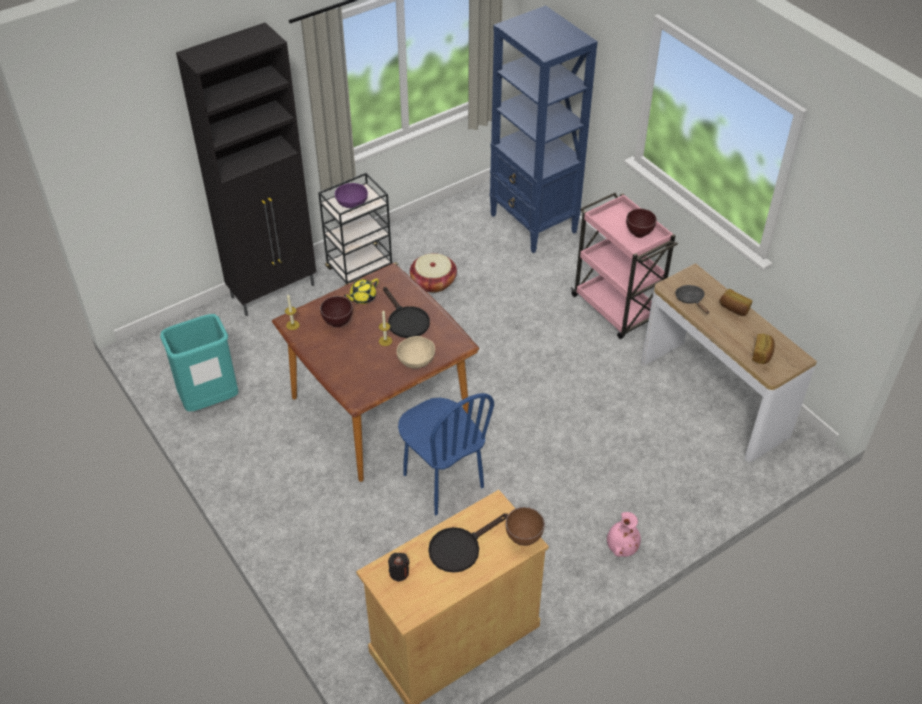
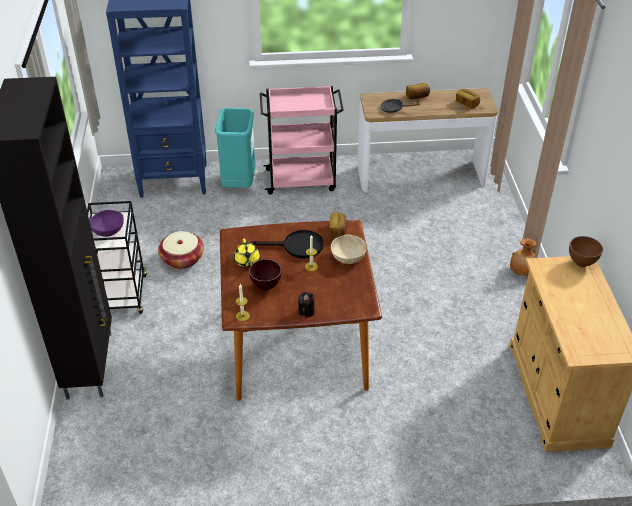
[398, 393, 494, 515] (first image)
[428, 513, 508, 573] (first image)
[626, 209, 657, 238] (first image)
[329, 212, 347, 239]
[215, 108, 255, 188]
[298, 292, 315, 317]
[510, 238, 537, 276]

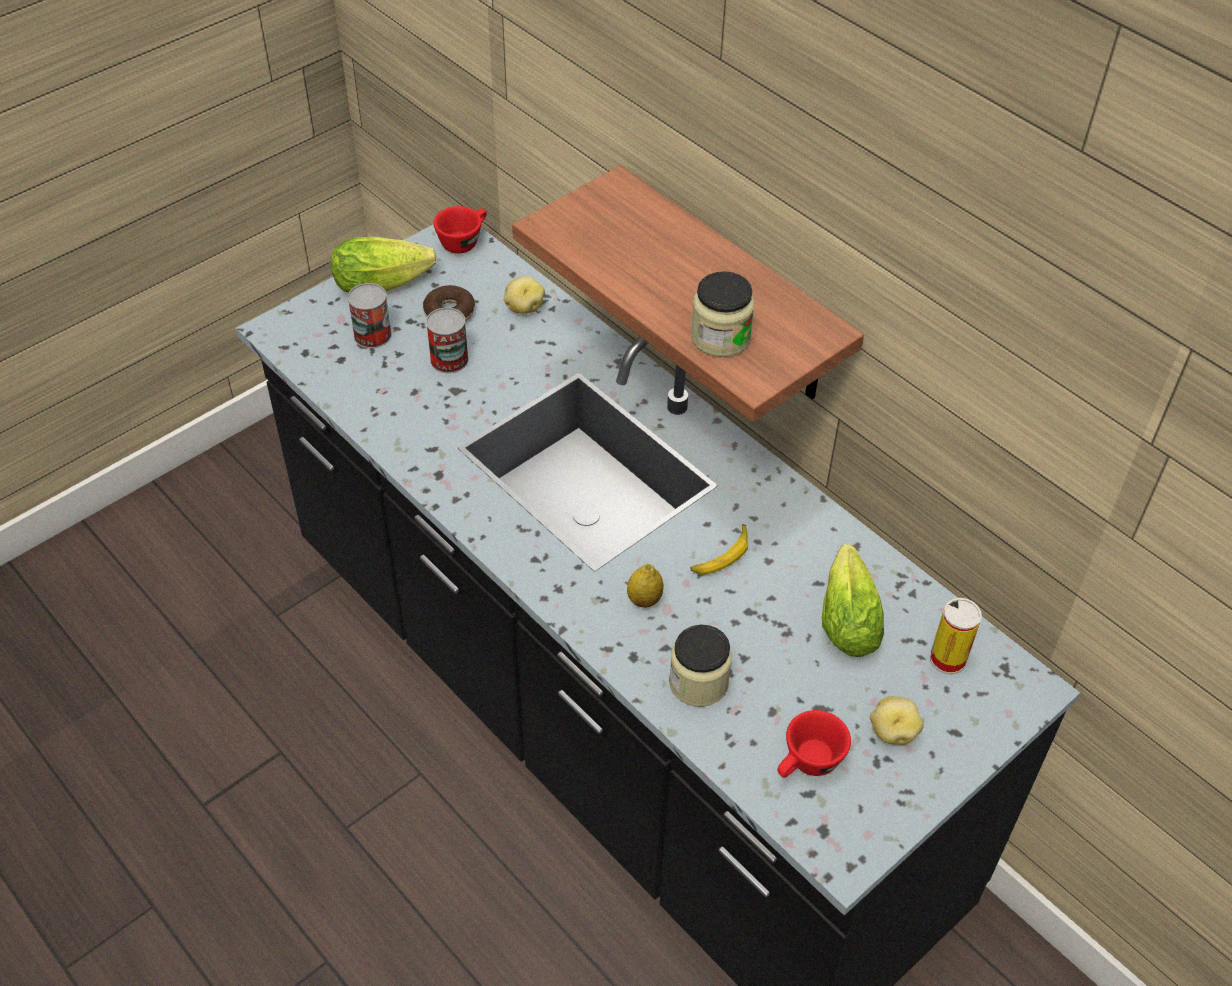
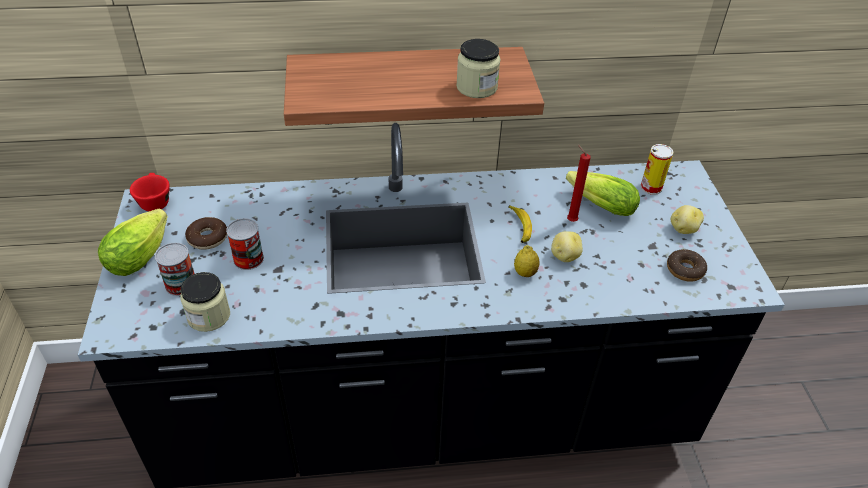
[567, 145, 591, 222]
[551, 231, 583, 262]
[180, 272, 230, 332]
[667, 249, 707, 282]

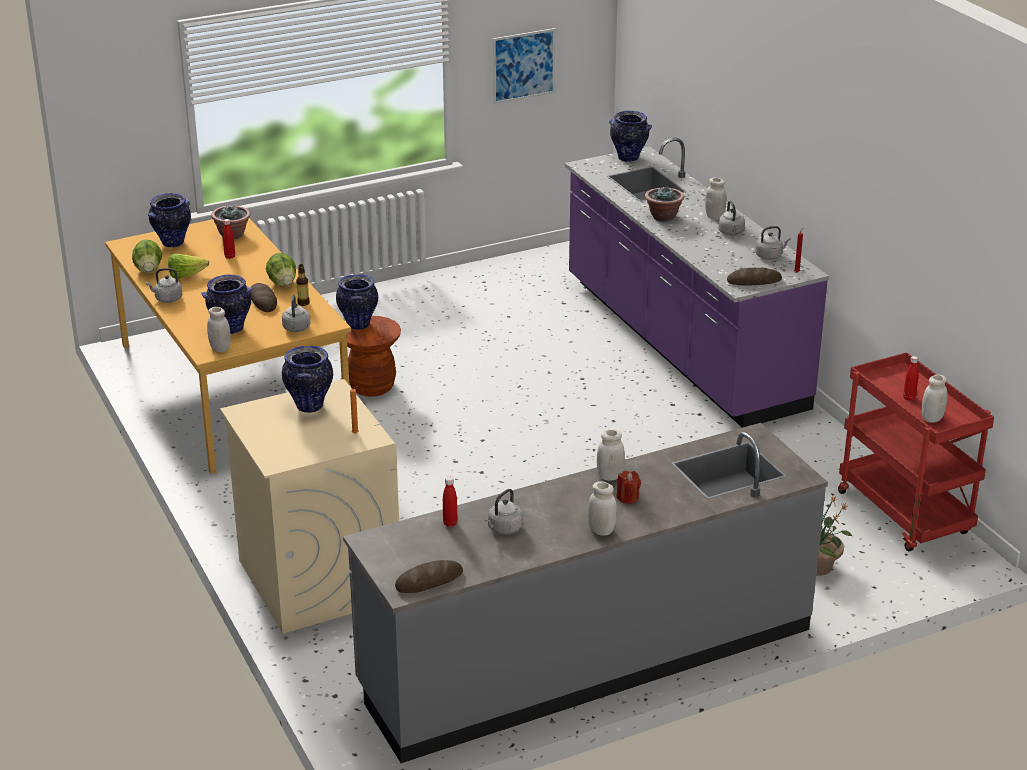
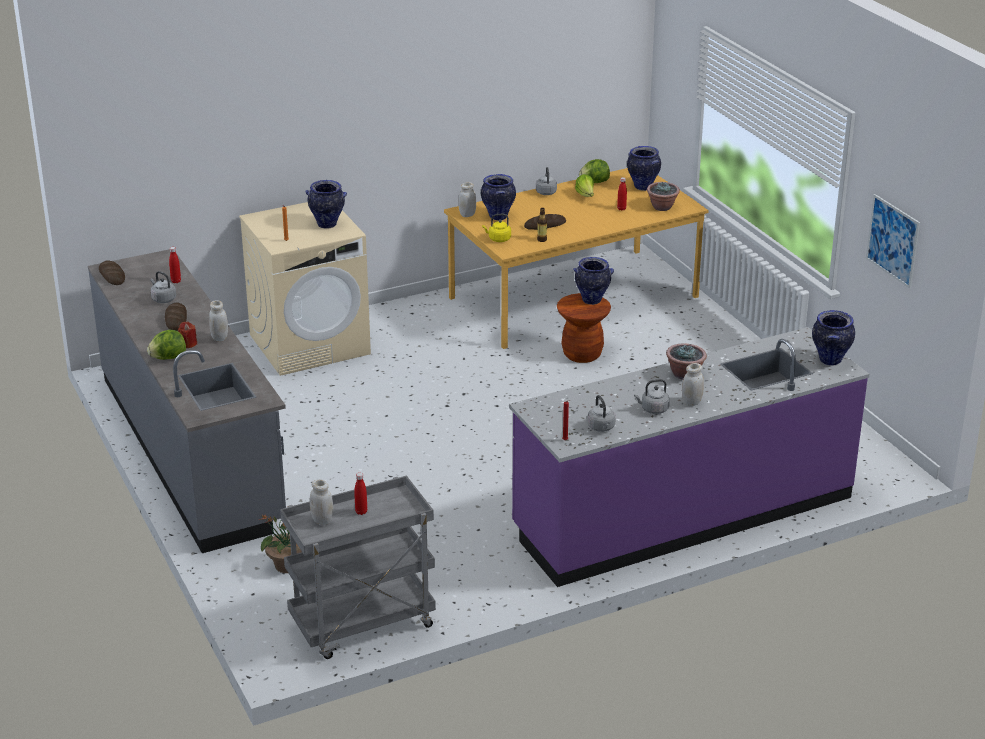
[588, 481, 617, 536] (first image)
[147, 330, 186, 360]
[165, 302, 187, 331]
[482, 214, 511, 242]
[280, 476, 436, 659]

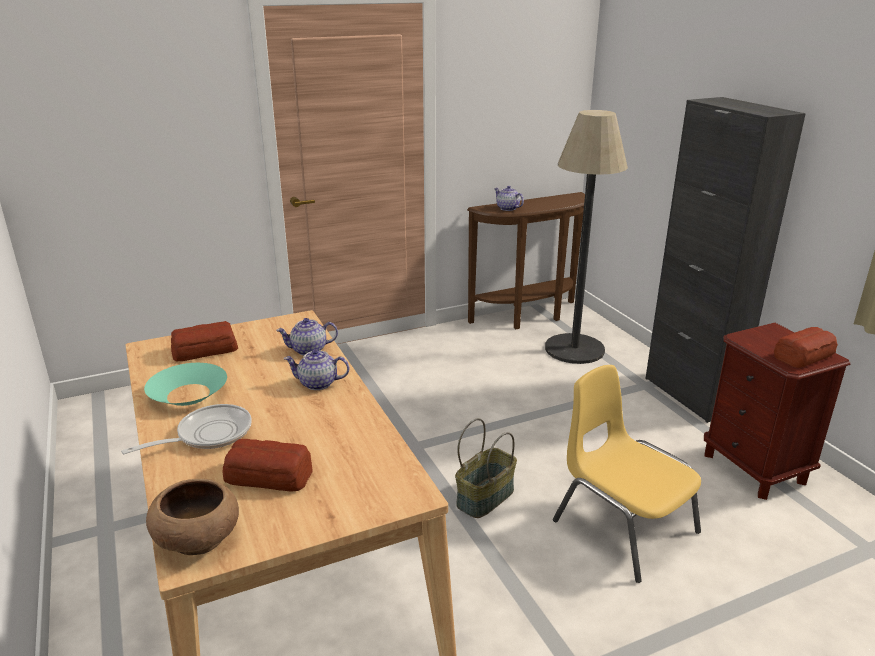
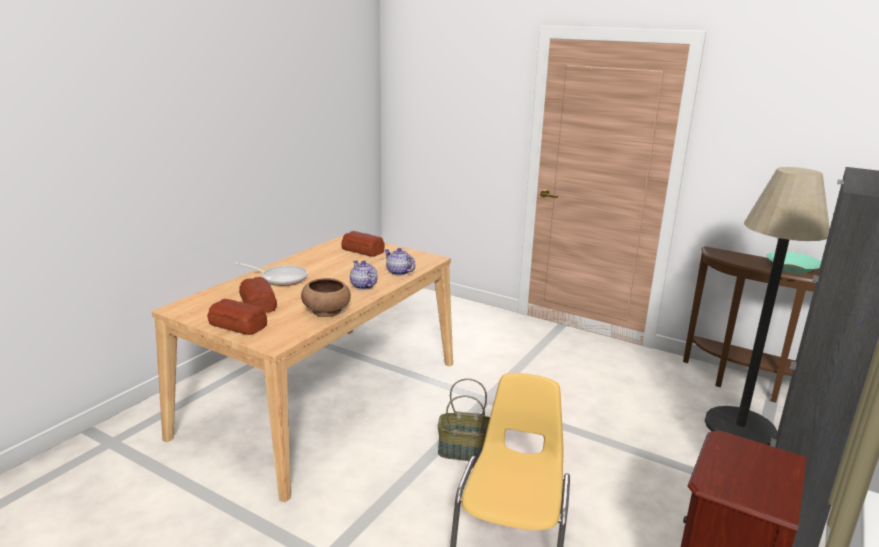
[494, 186, 524, 211] (first image)
[766, 252, 821, 274]
[301, 278, 351, 317]
[207, 299, 267, 335]

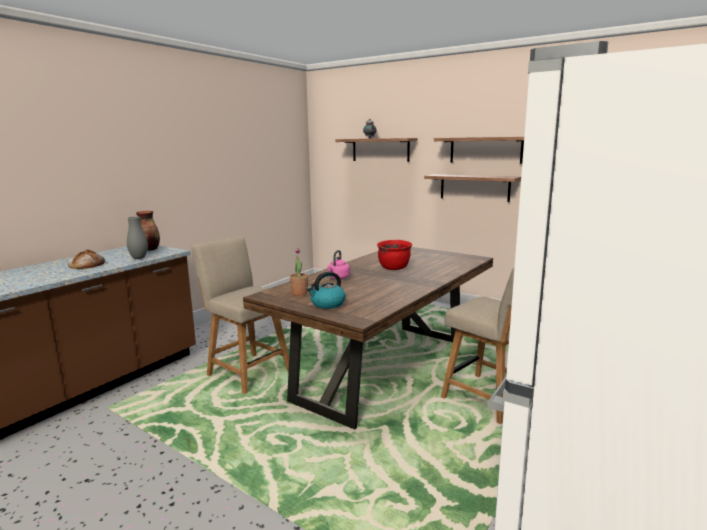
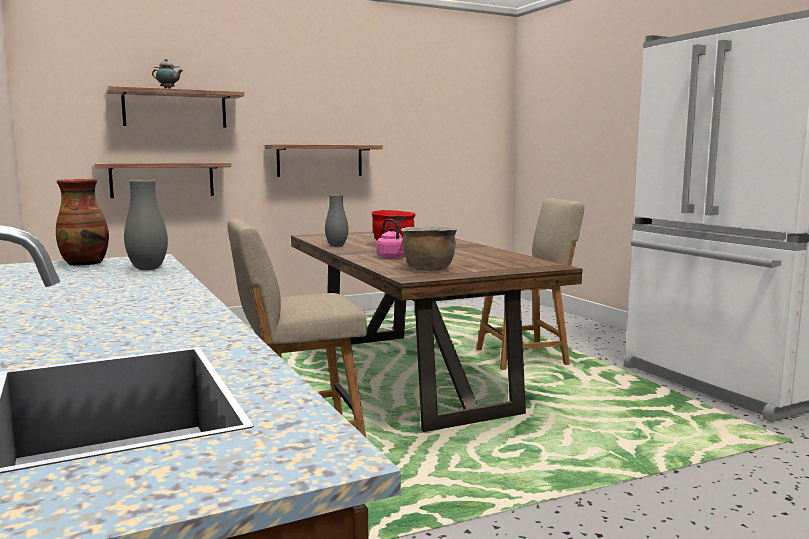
[68, 249, 105, 269] (first image)
[307, 272, 346, 309] (first image)
[325, 195, 348, 247]
[94, 163, 231, 198]
[401, 226, 457, 271]

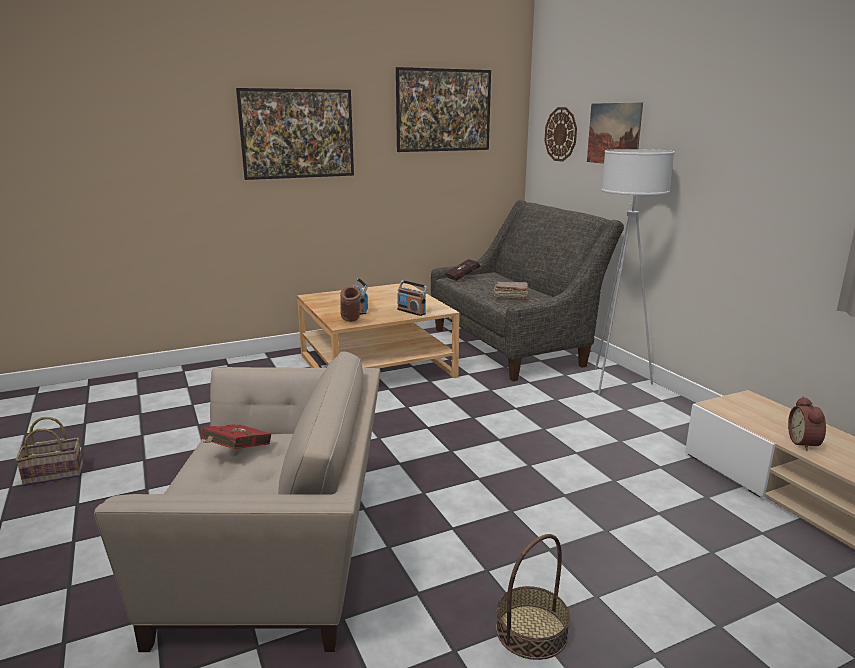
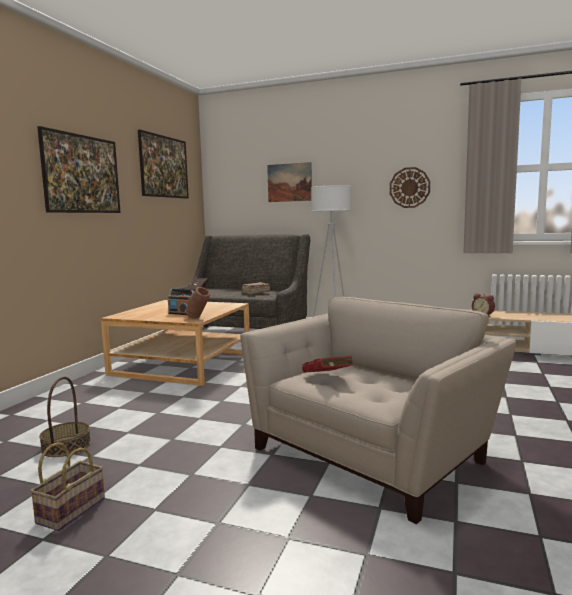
[397, 280, 428, 316] (first image)
[39, 377, 91, 457]
[390, 167, 430, 208]

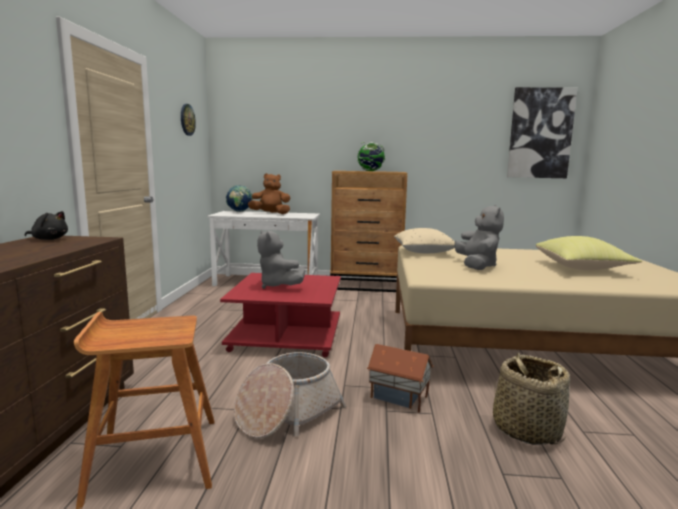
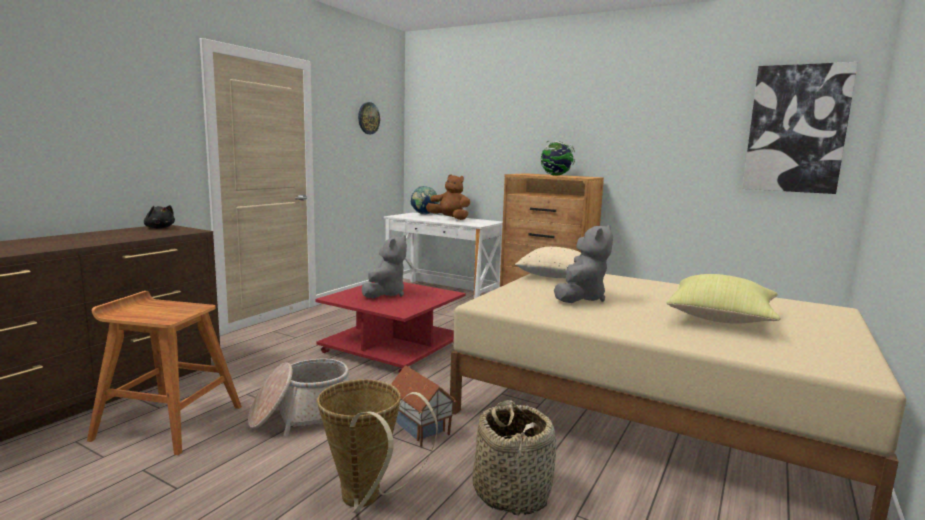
[317, 379, 438, 513]
[362, 235, 407, 298]

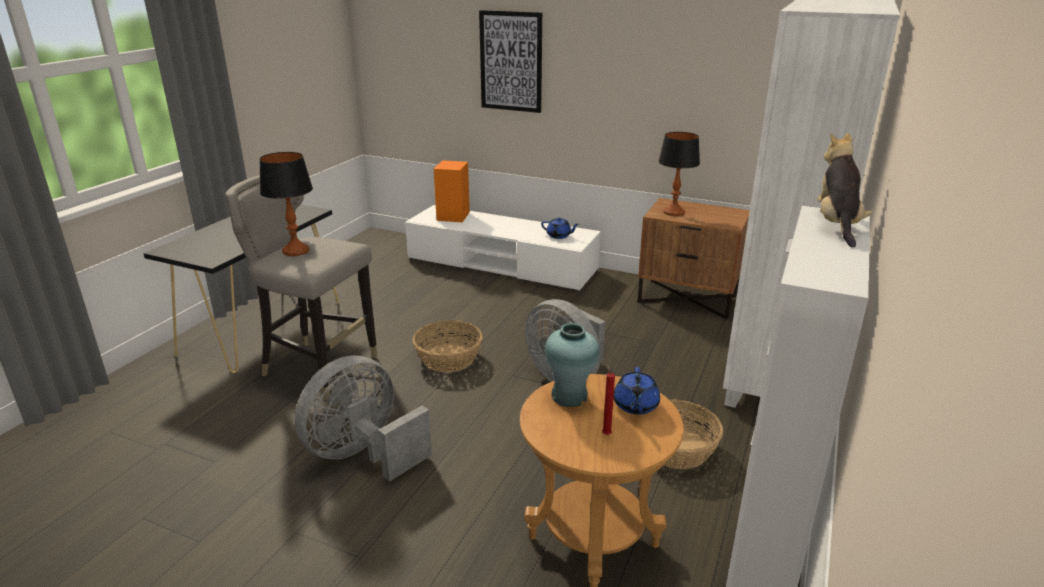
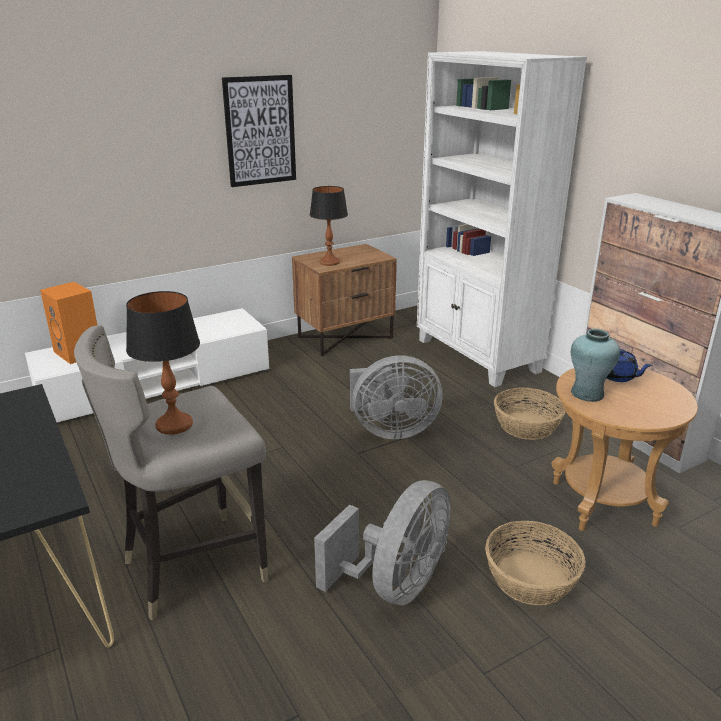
[541, 217, 579, 239] (first image)
[602, 364, 615, 435] (first image)
[817, 133, 873, 248] (first image)
[485, 521, 586, 605]
[222, 75, 296, 187]
[314, 480, 451, 605]

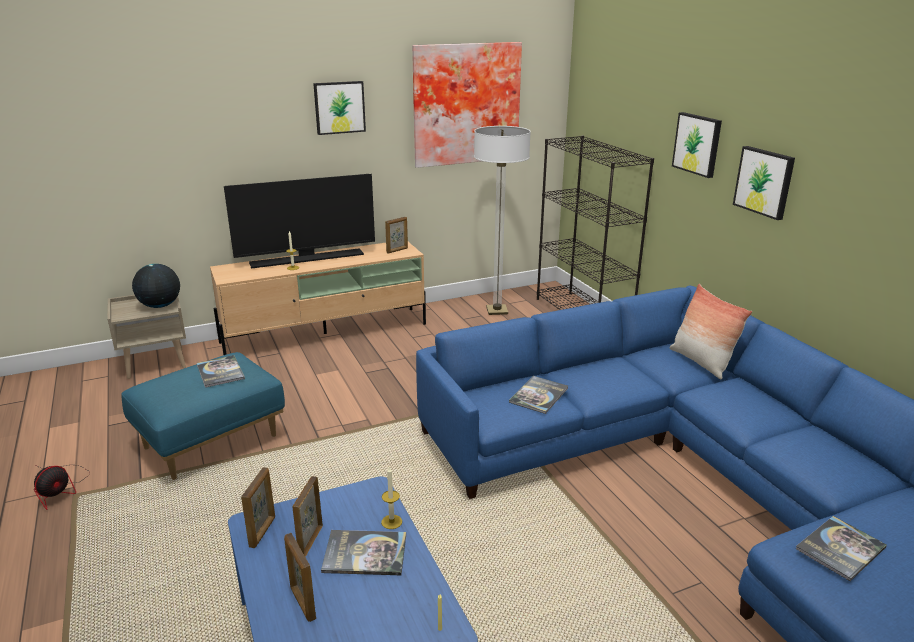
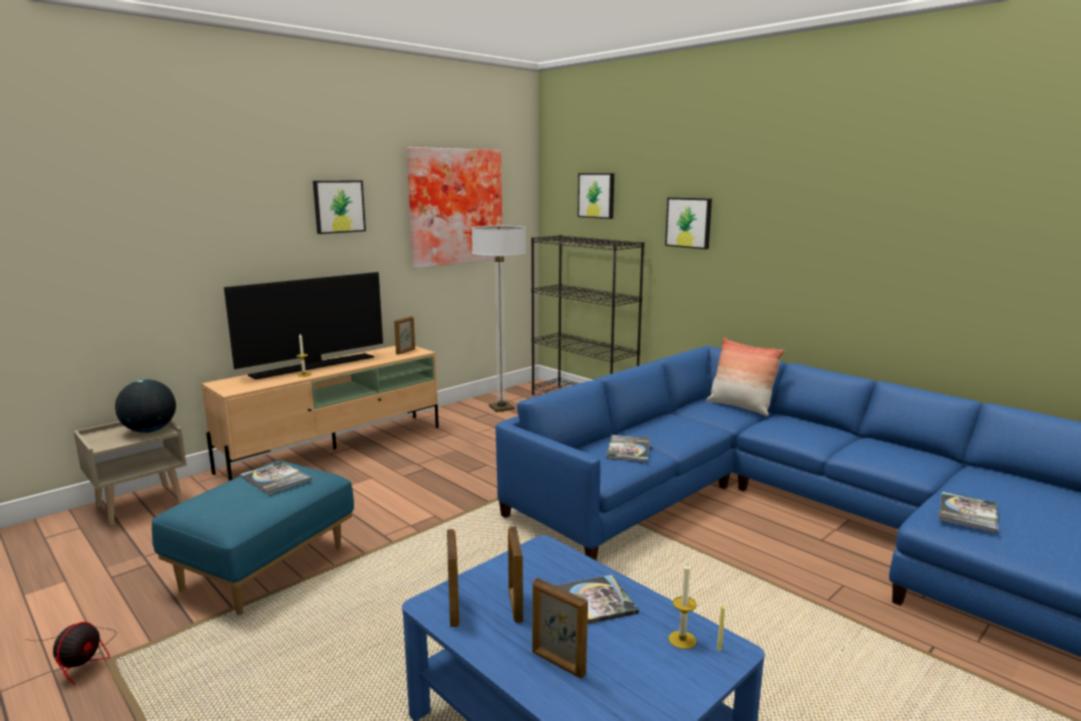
[669, 561, 697, 649]
[578, 173, 614, 219]

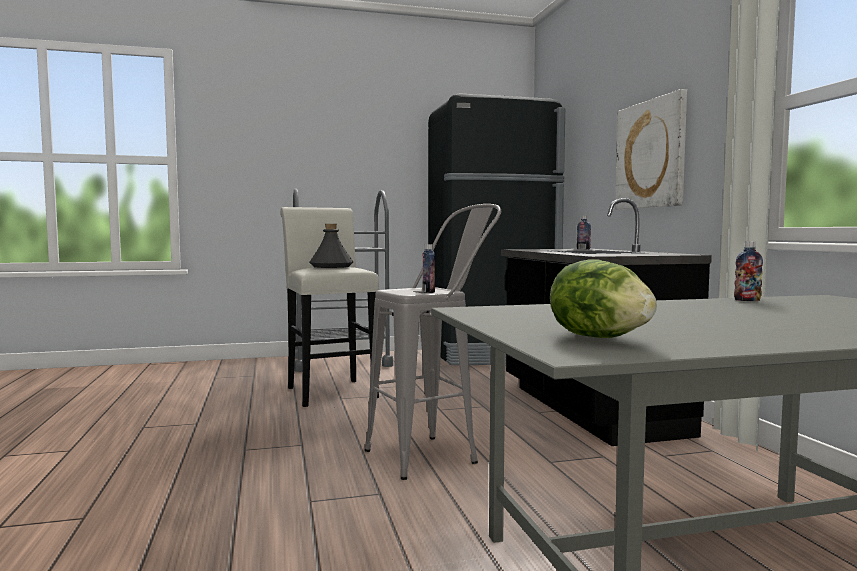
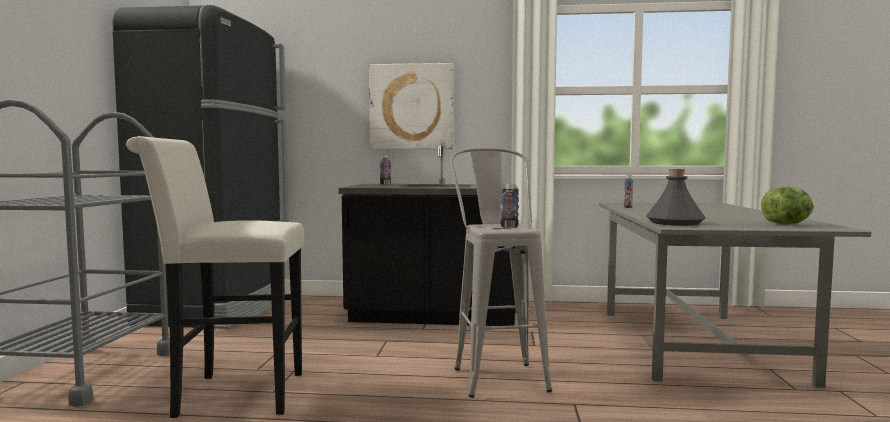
[646, 169, 705, 226]

